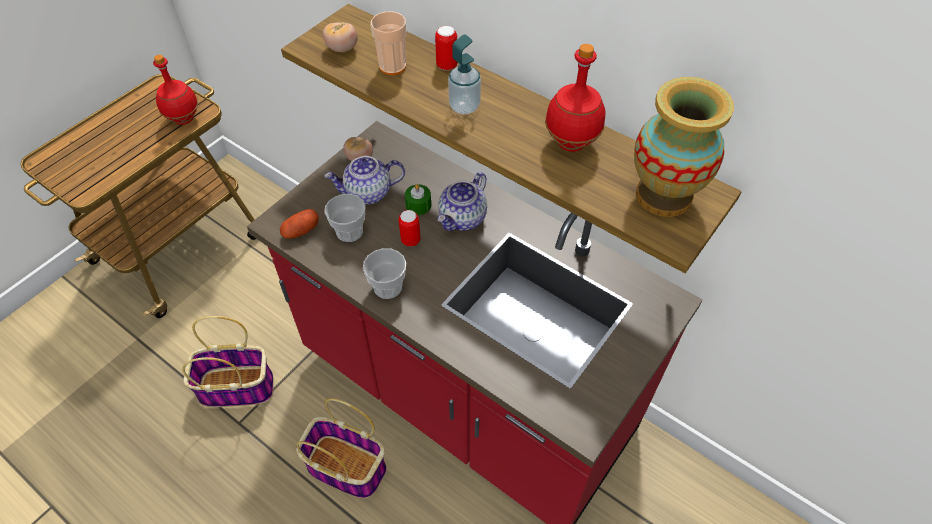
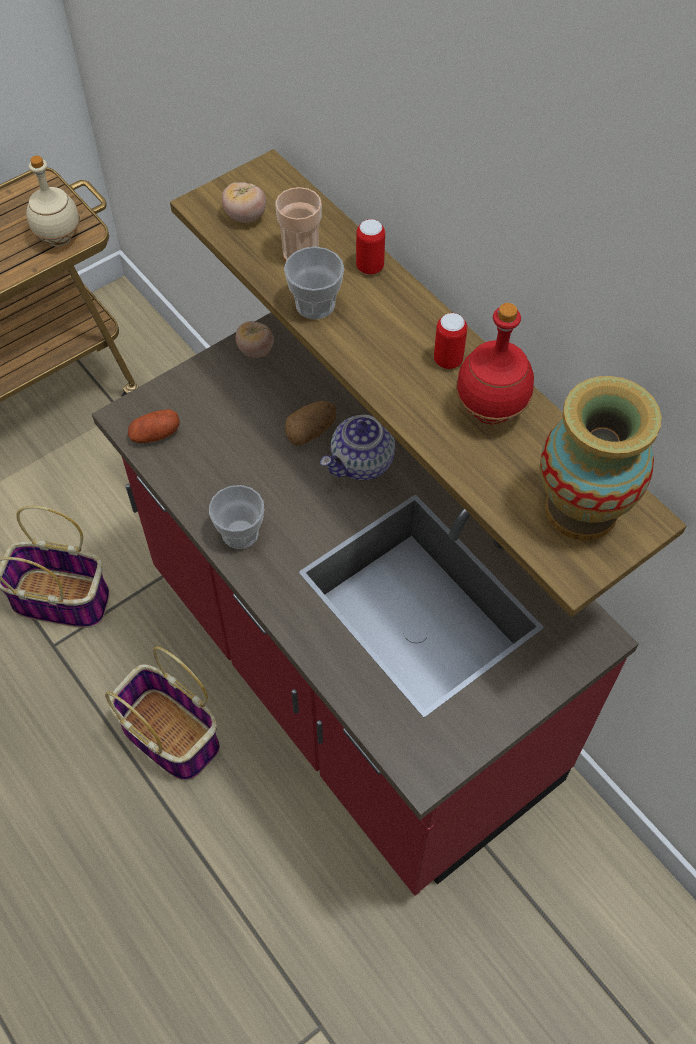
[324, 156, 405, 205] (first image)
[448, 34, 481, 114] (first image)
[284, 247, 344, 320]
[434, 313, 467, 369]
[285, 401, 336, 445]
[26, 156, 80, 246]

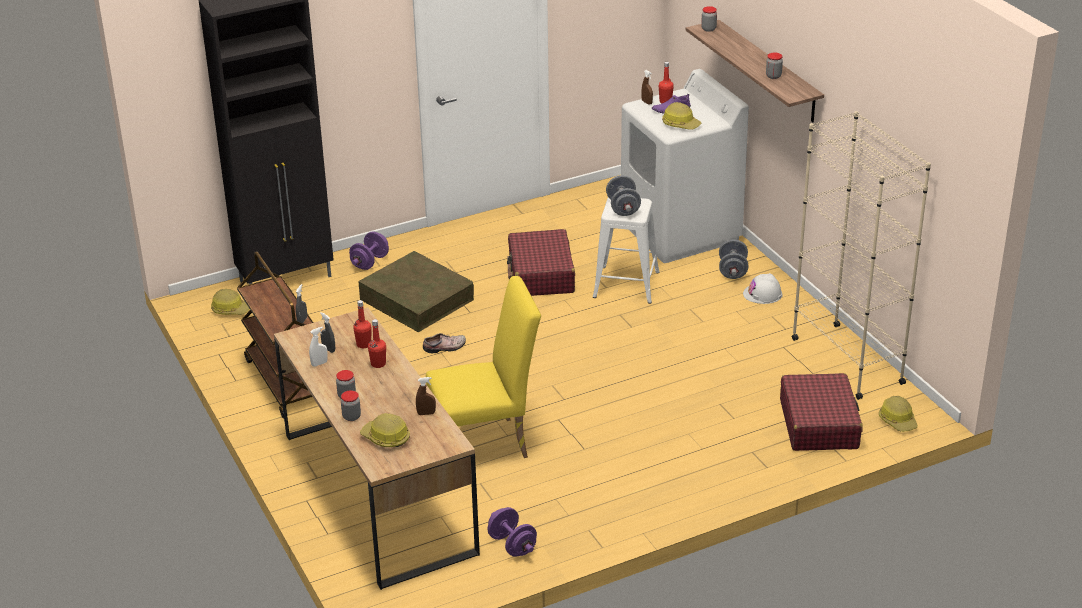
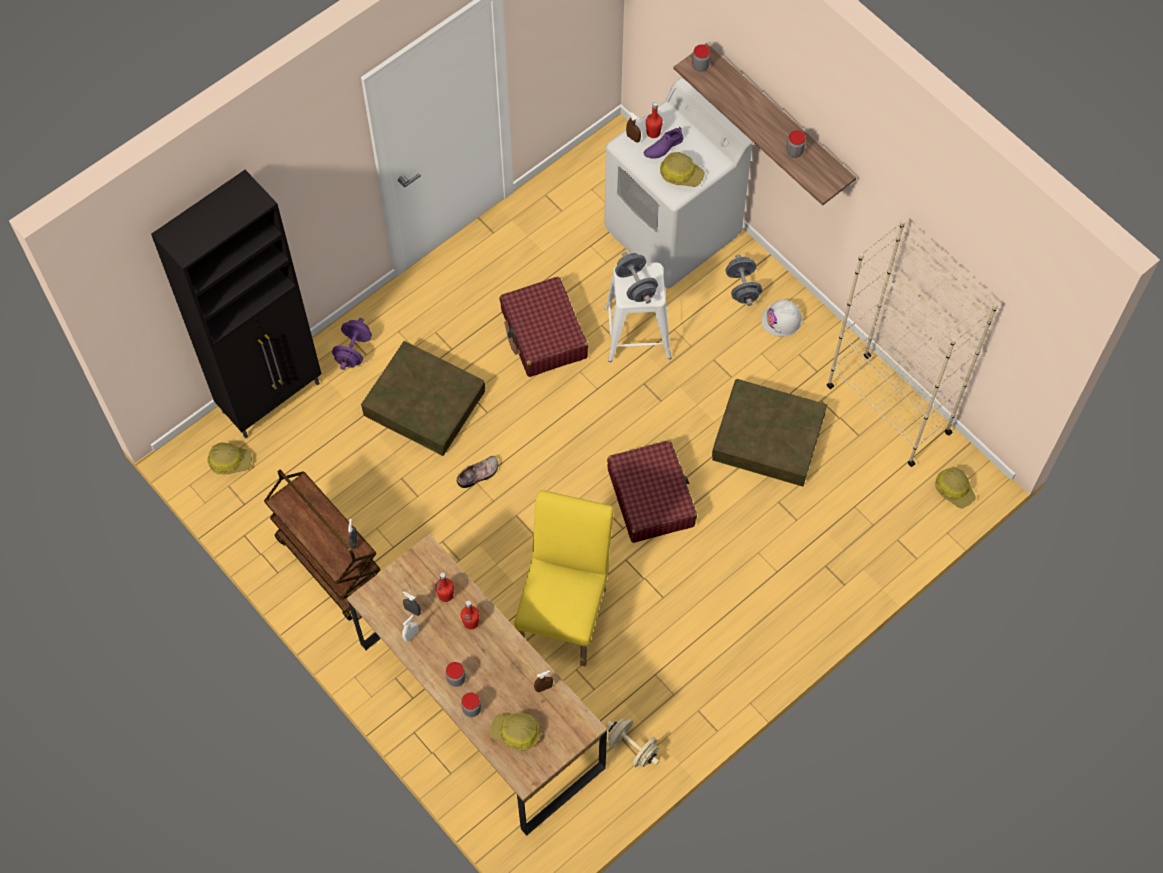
[712, 379, 827, 487]
[607, 440, 697, 543]
[606, 718, 660, 767]
[514, 490, 614, 666]

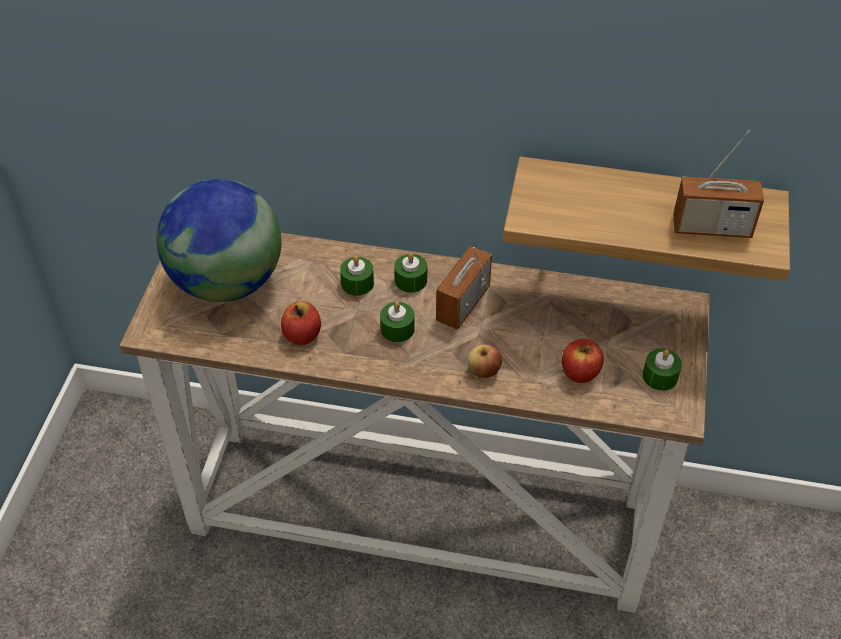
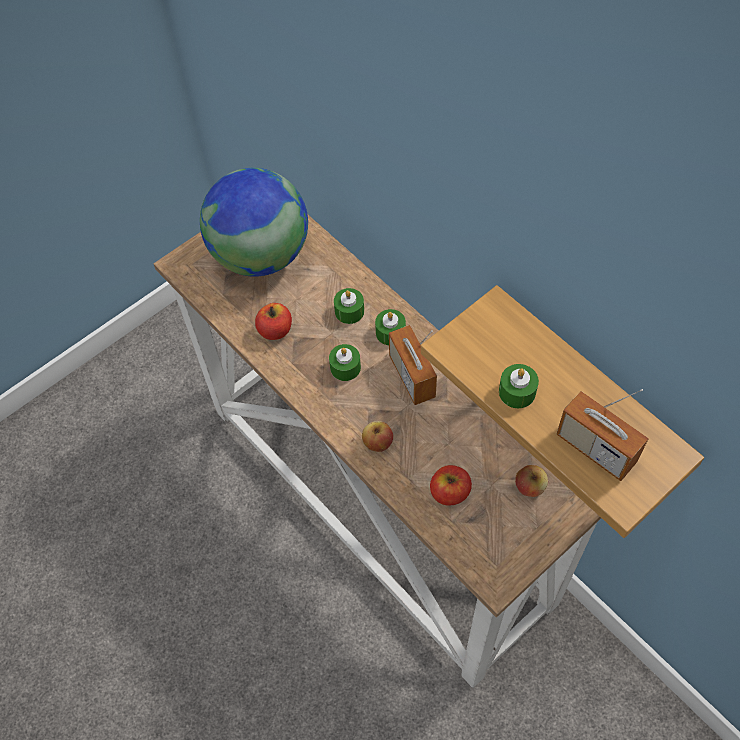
[515, 465, 548, 497]
[499, 364, 539, 408]
[389, 325, 437, 405]

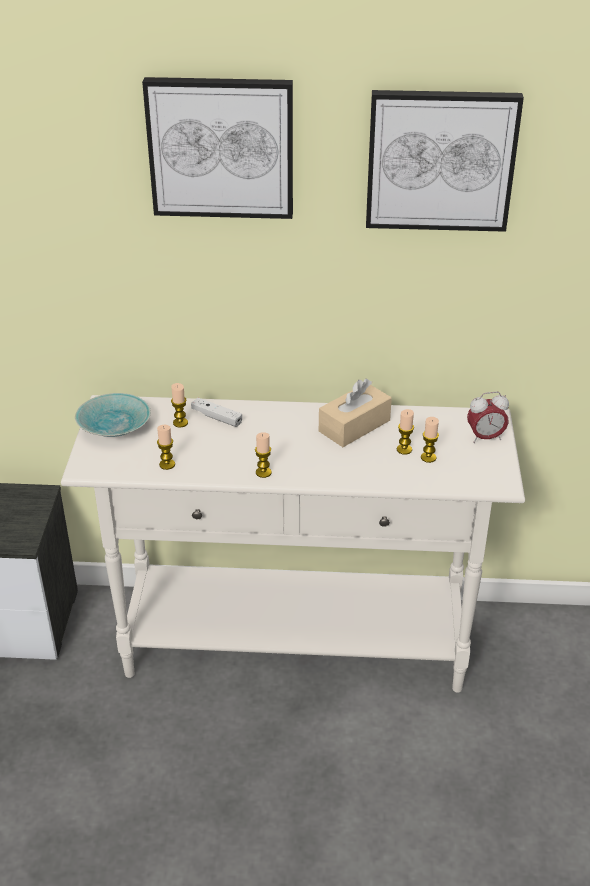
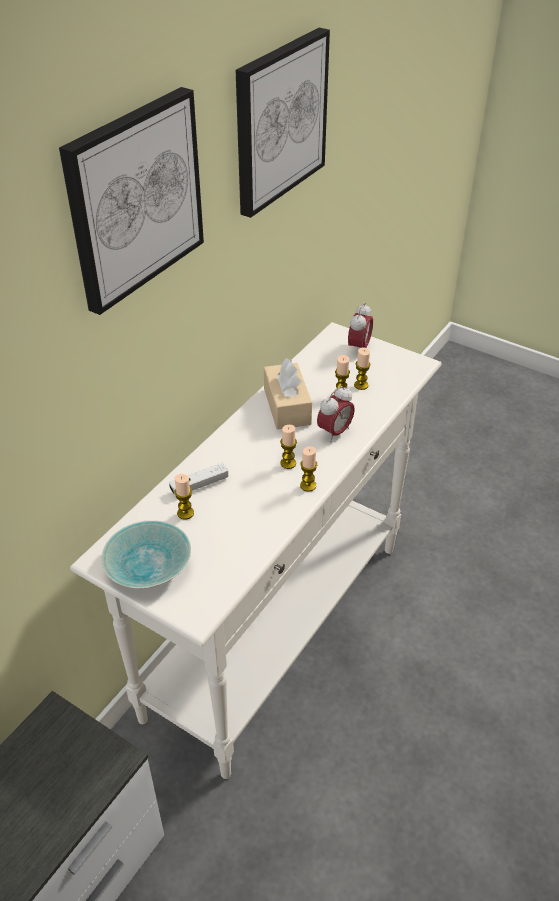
[317, 386, 355, 442]
[280, 425, 297, 469]

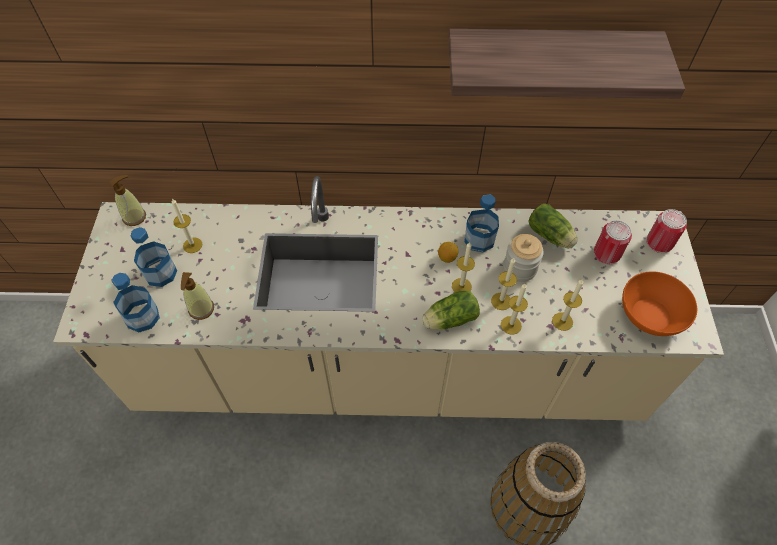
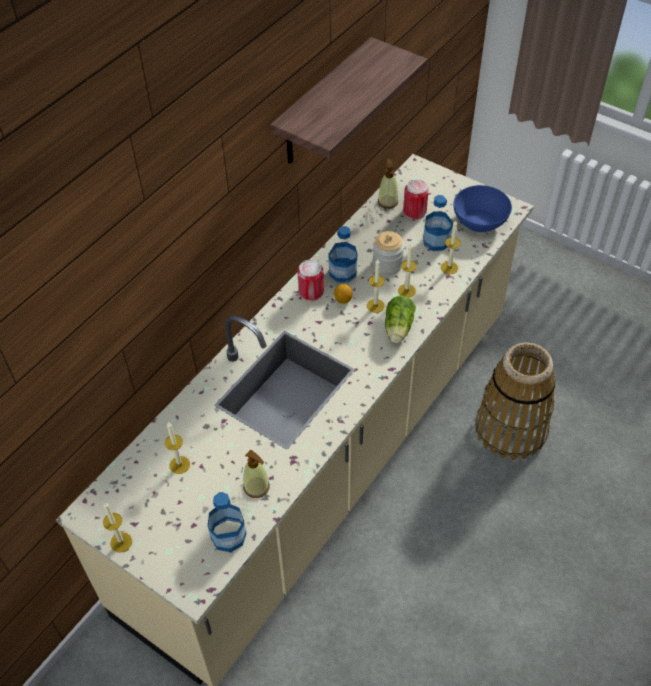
[529, 204, 578, 248] (first image)
[378, 159, 398, 209]
[423, 195, 453, 251]
[103, 503, 132, 553]
[297, 260, 324, 302]
[453, 185, 512, 232]

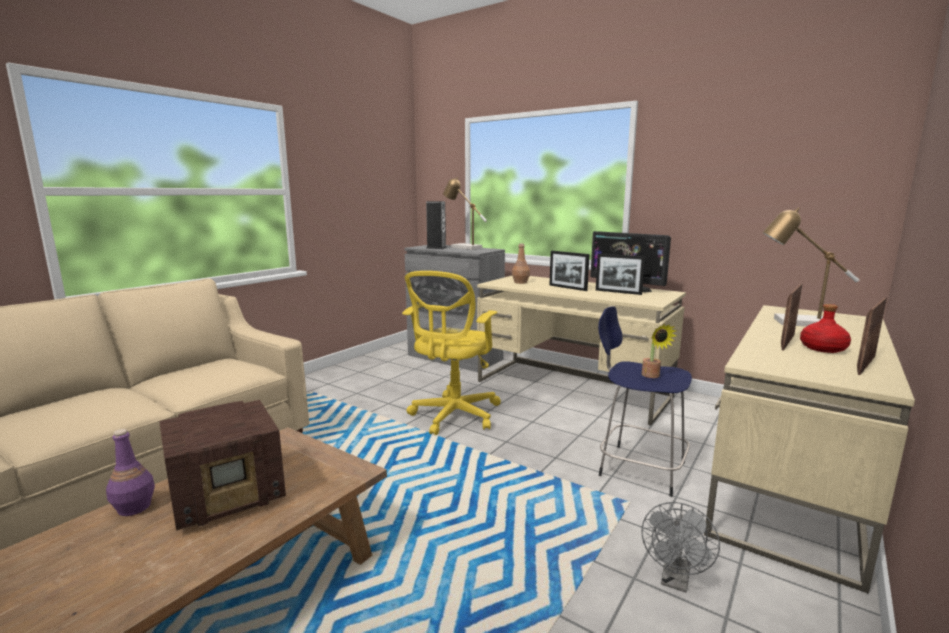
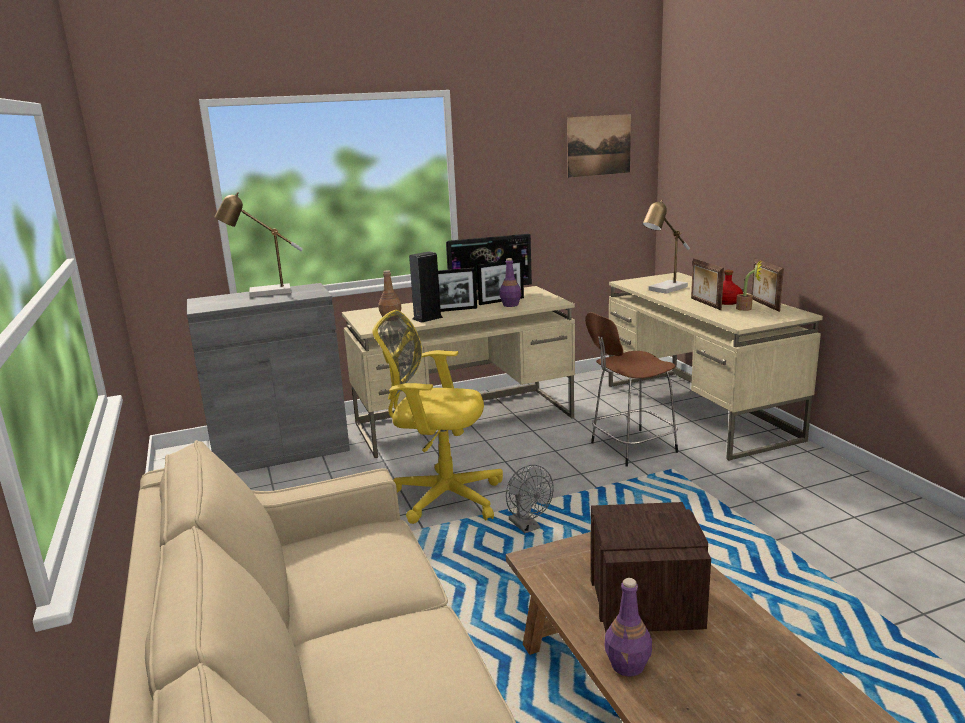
[500, 258, 521, 307]
[567, 114, 631, 178]
[409, 251, 443, 323]
[506, 465, 554, 533]
[736, 260, 762, 311]
[585, 312, 678, 467]
[372, 310, 503, 524]

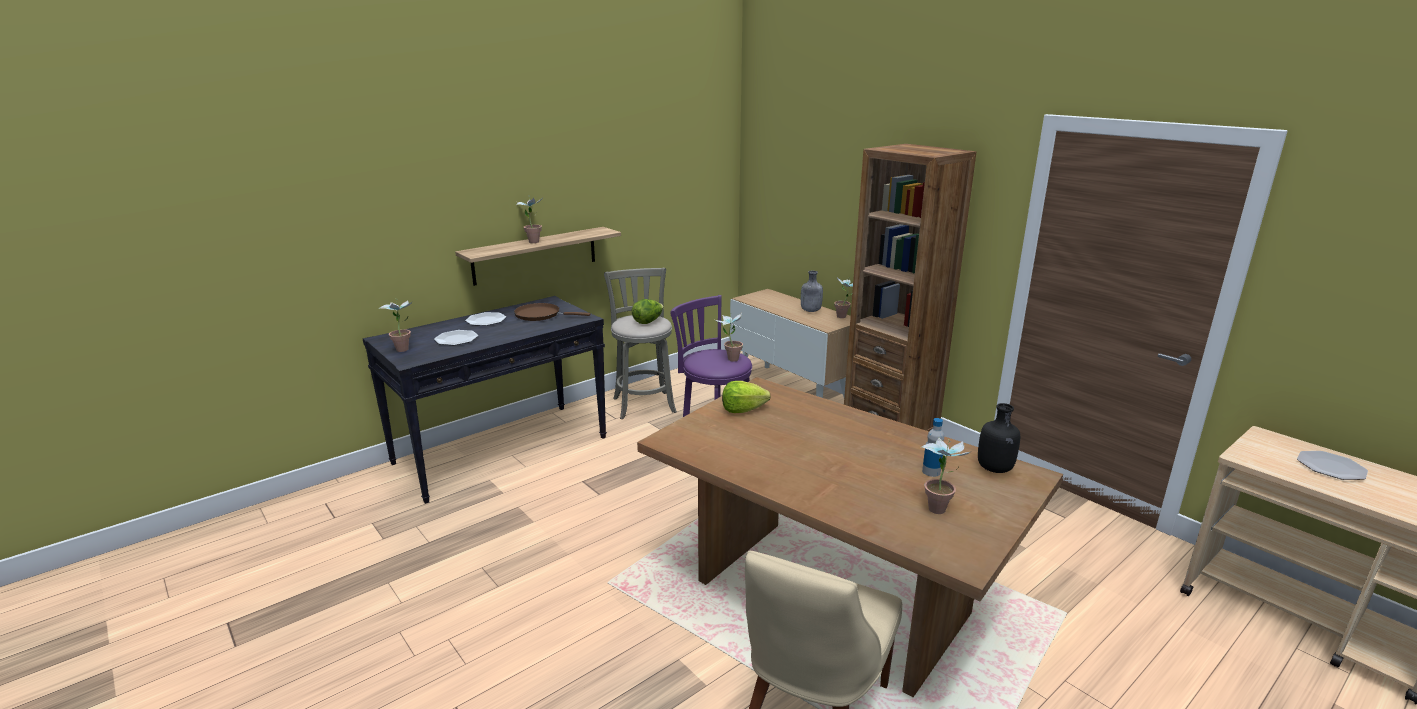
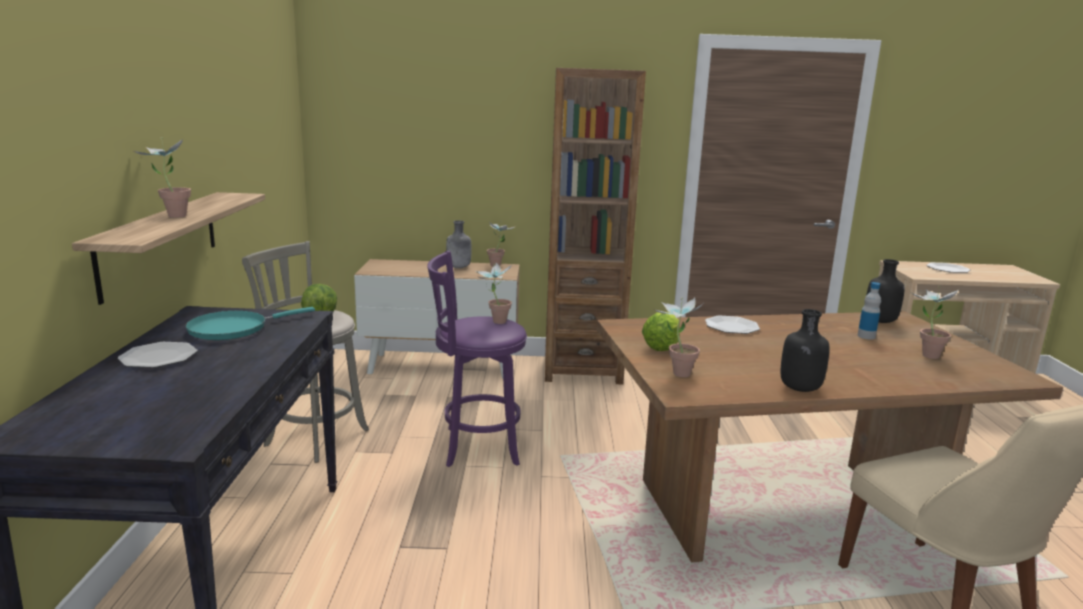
[781, 309, 830, 392]
[655, 297, 703, 377]
[705, 315, 760, 334]
[185, 307, 315, 340]

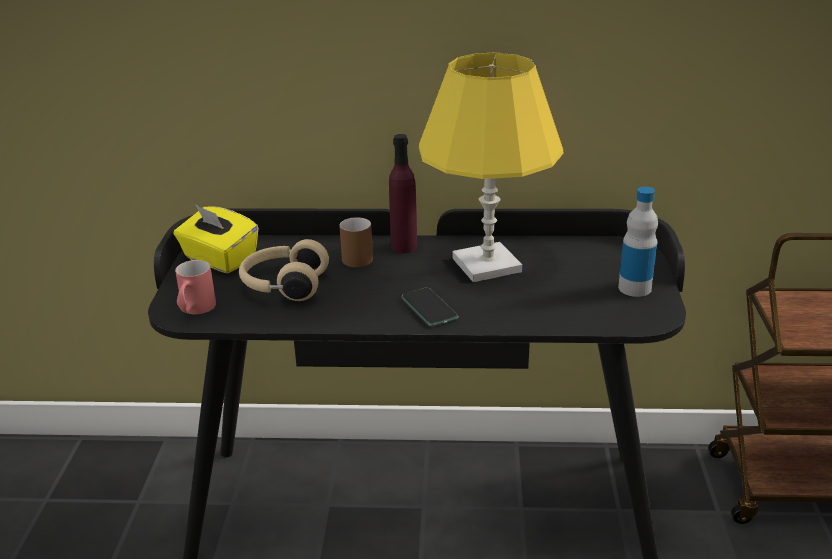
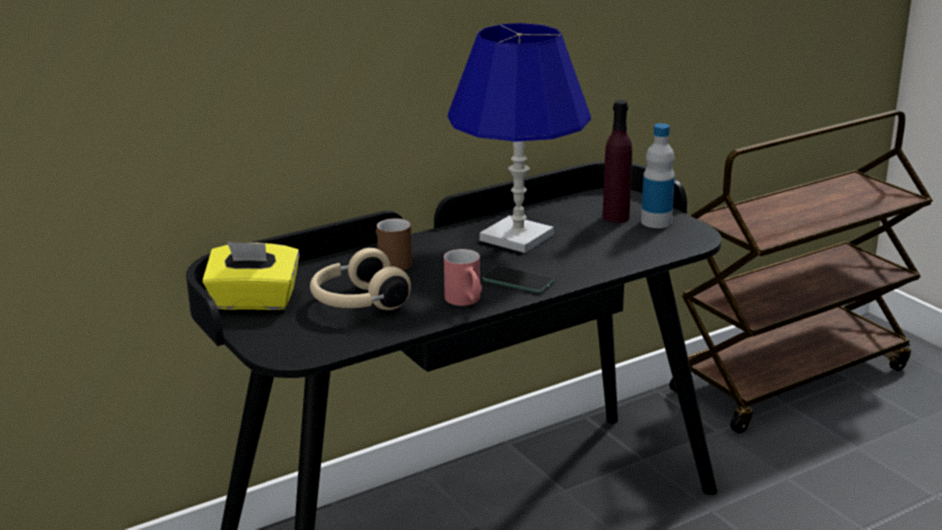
[444, 249, 482, 306]
[603, 100, 632, 223]
[448, 23, 591, 253]

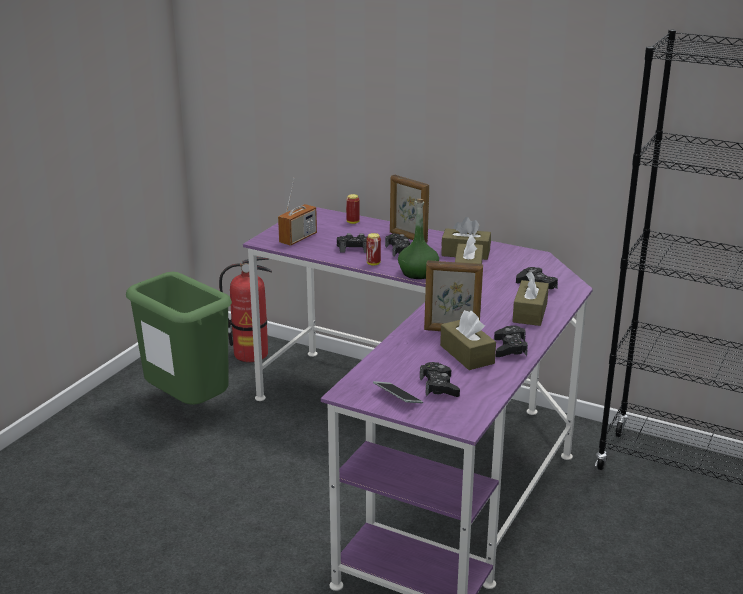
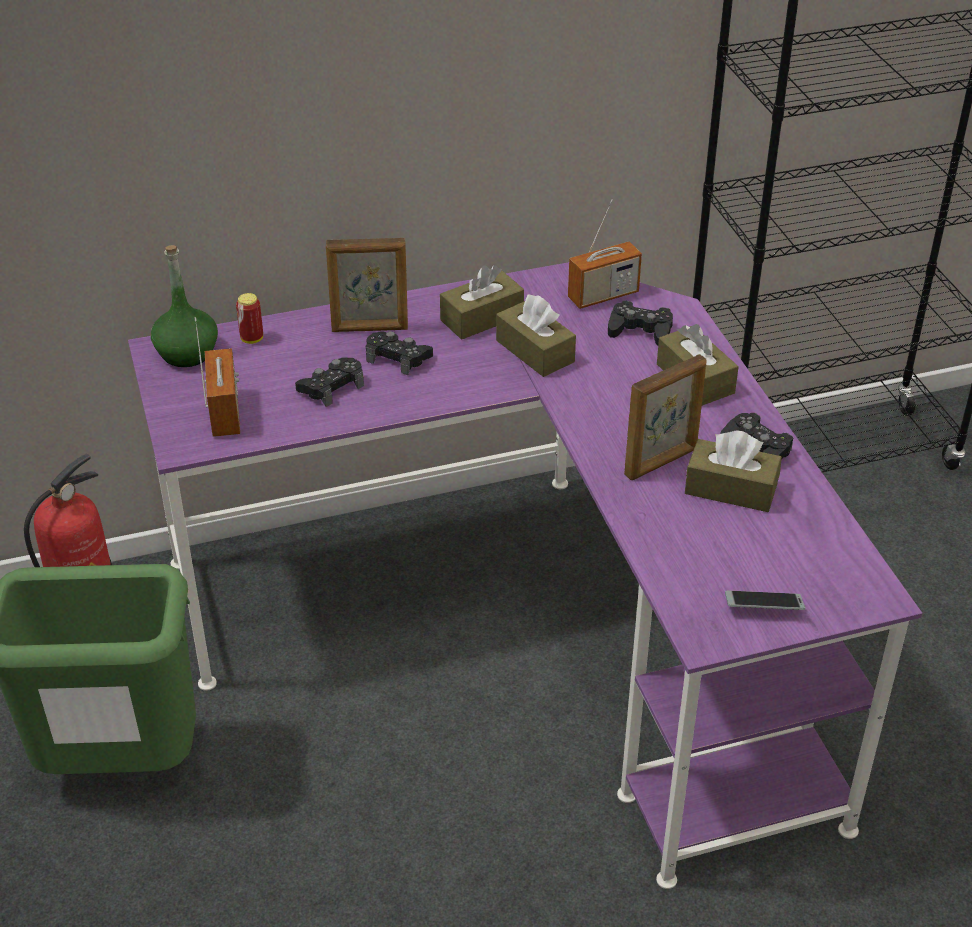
[367, 233, 381, 266] (first image)
[420, 362, 460, 397] (first image)
[568, 199, 642, 309]
[151, 245, 218, 367]

